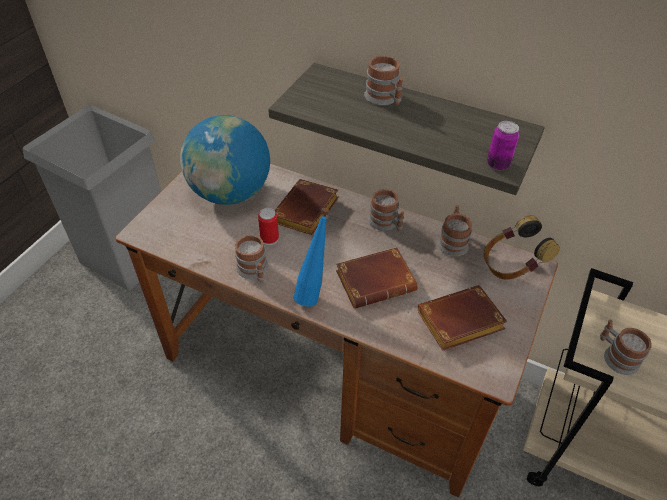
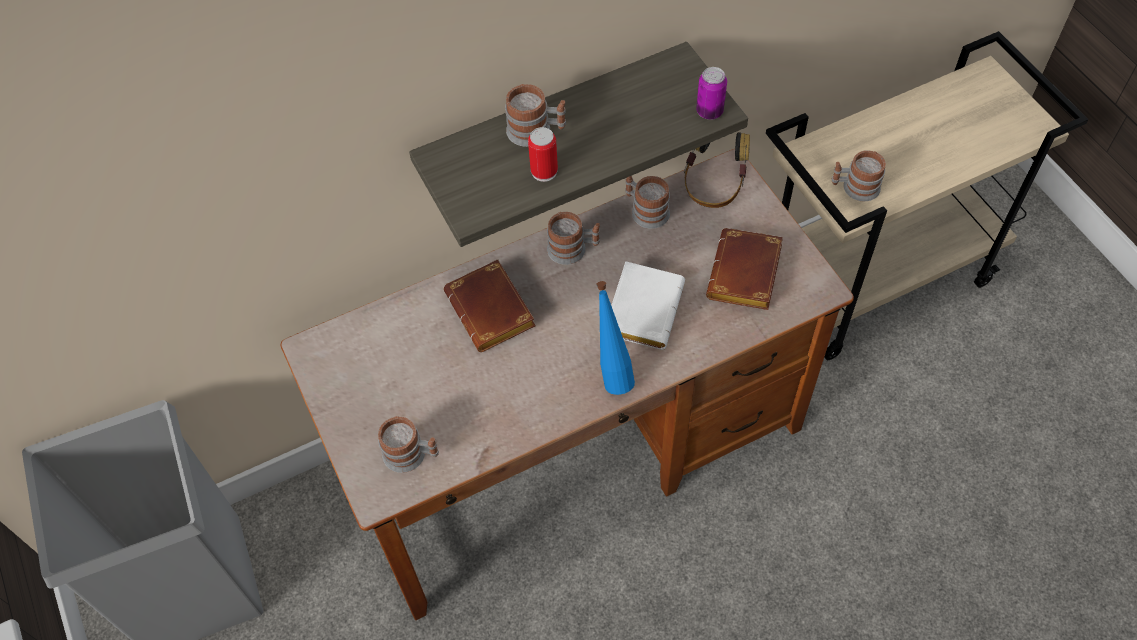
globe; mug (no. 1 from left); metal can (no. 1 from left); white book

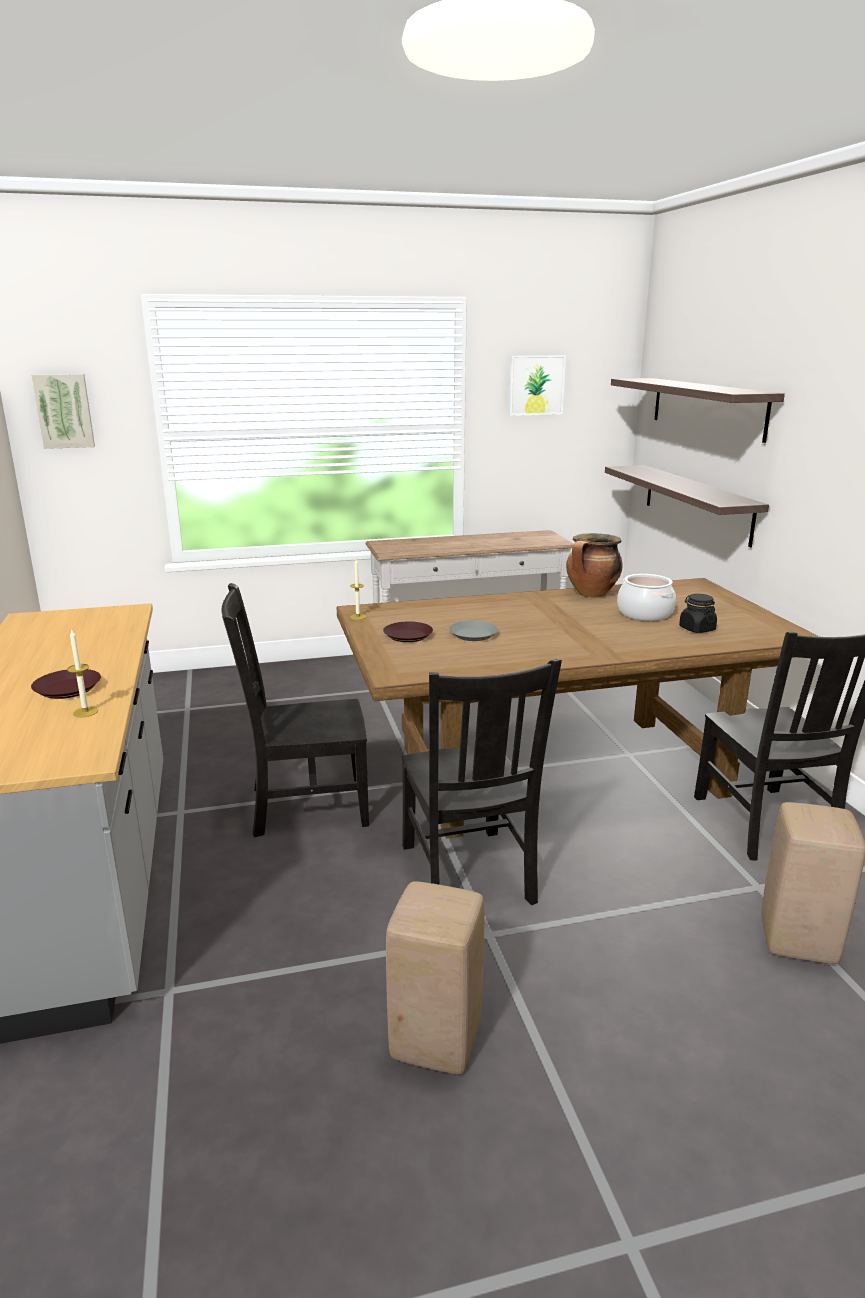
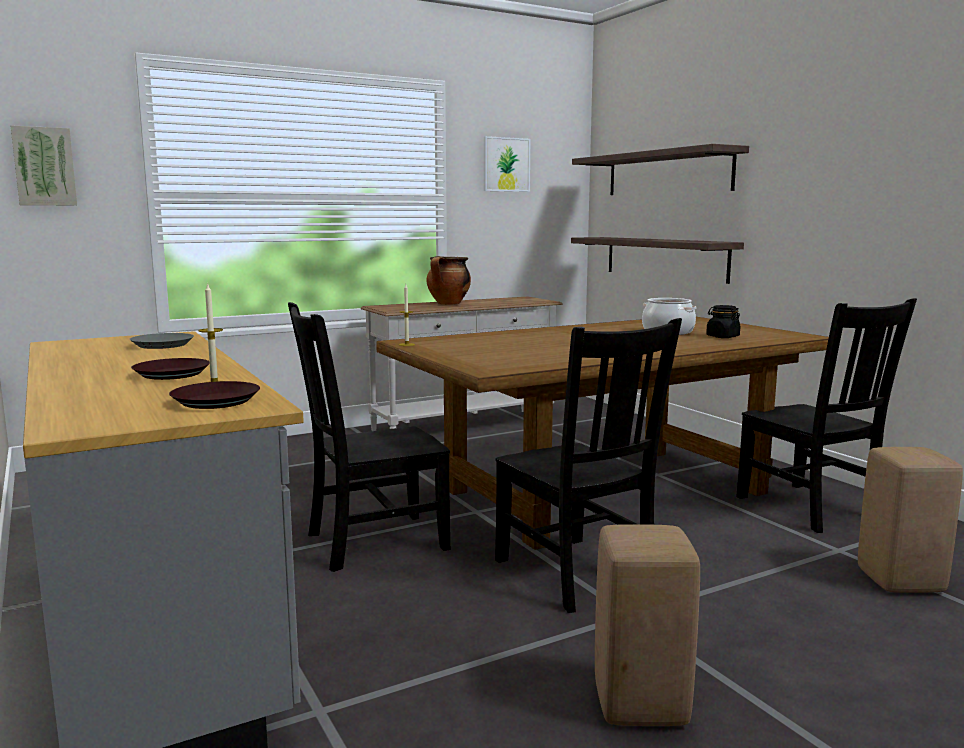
brown-coloured plate (no. 2 from left); gray plate; cooking pot (no. 1 from left)

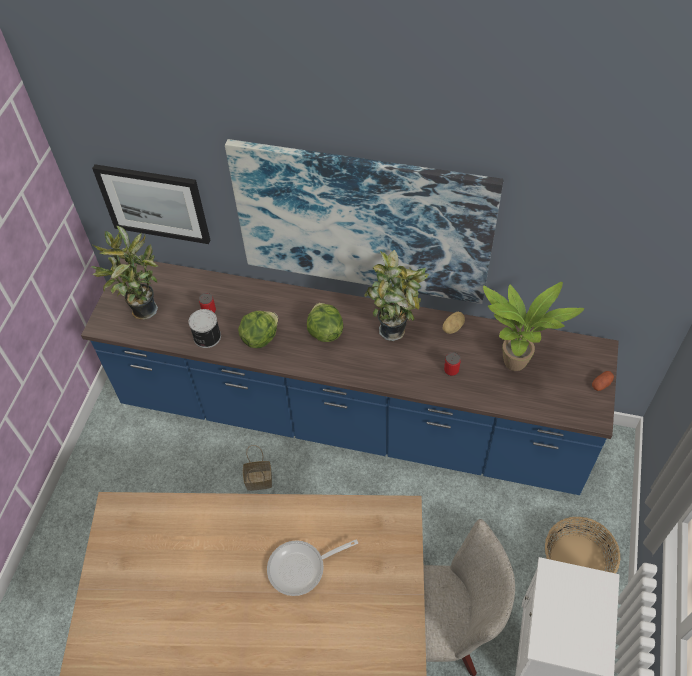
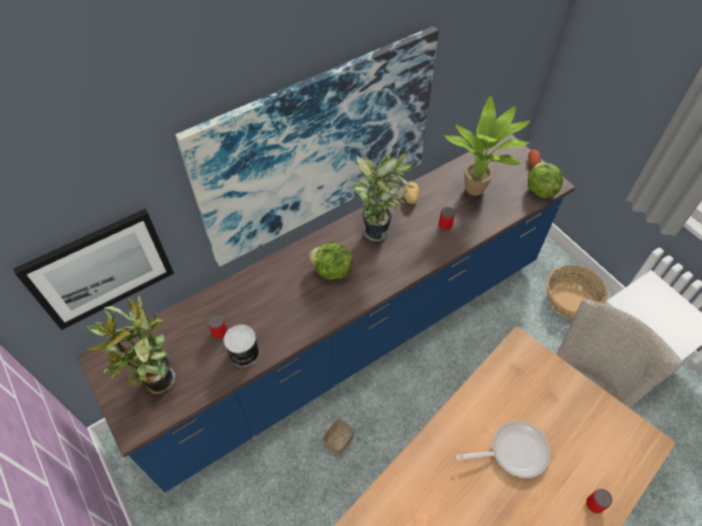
lettuce (no. 2 from left); pan; metal can (no. 4 from left)

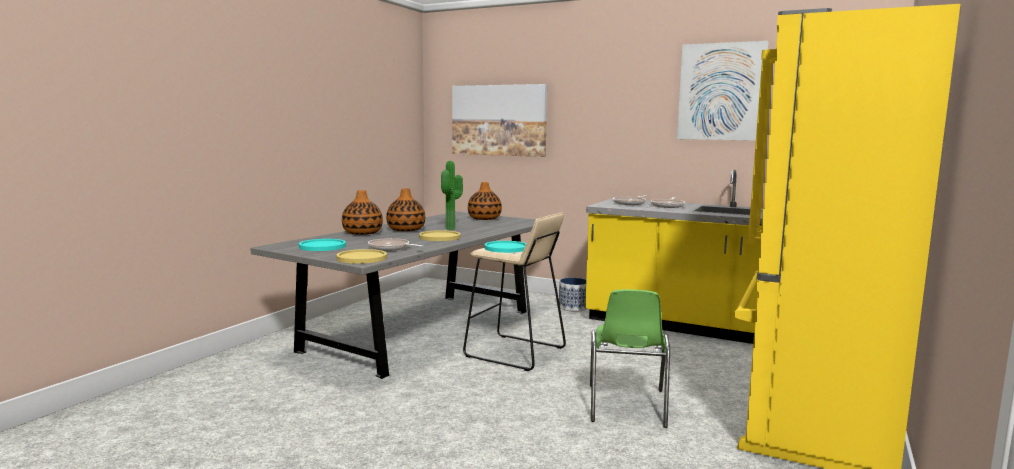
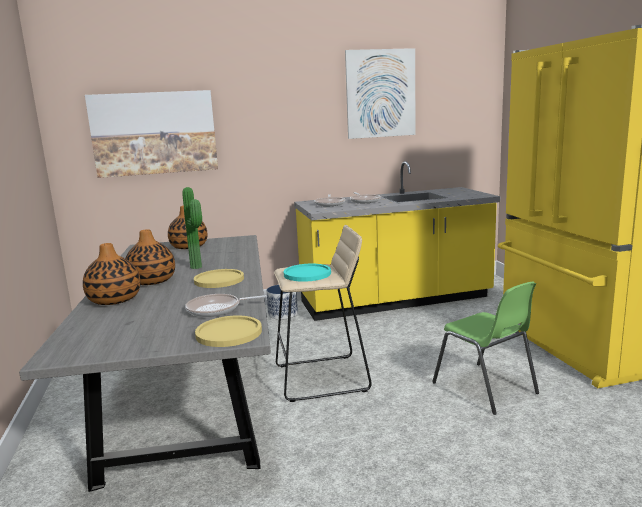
turquoise plate (no. 1 from left in the first image)

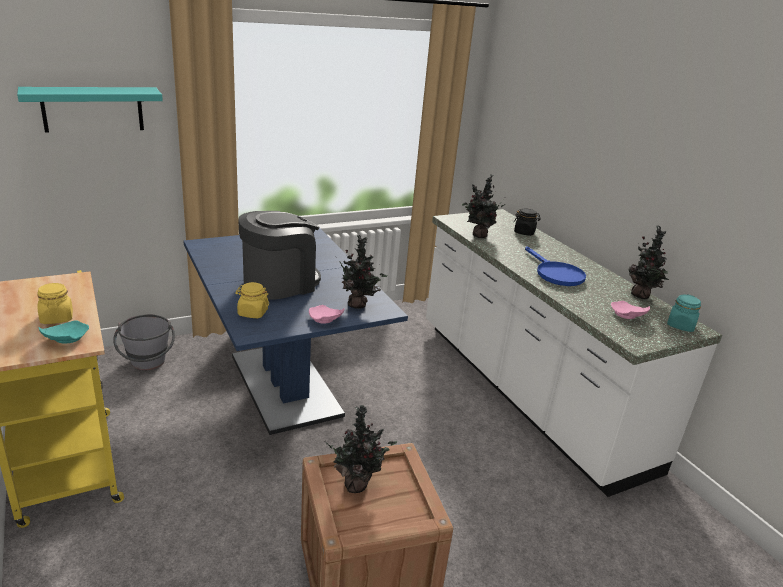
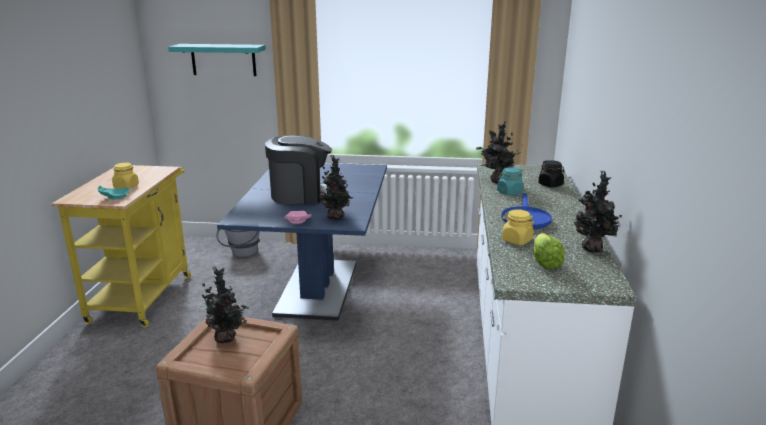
yellow preserve jar (no. 2 from left); lettuce; turquoise preserve jar

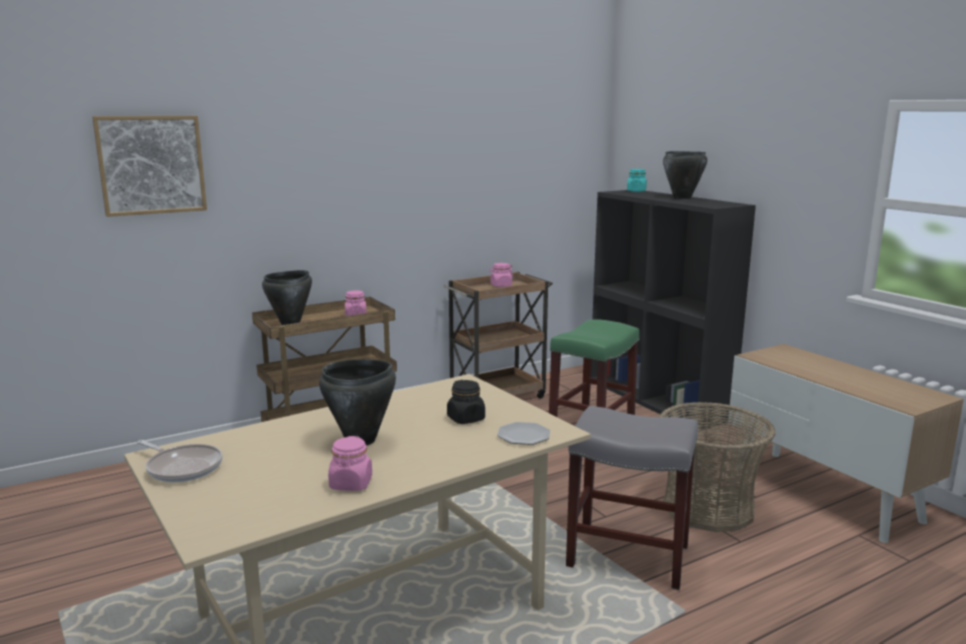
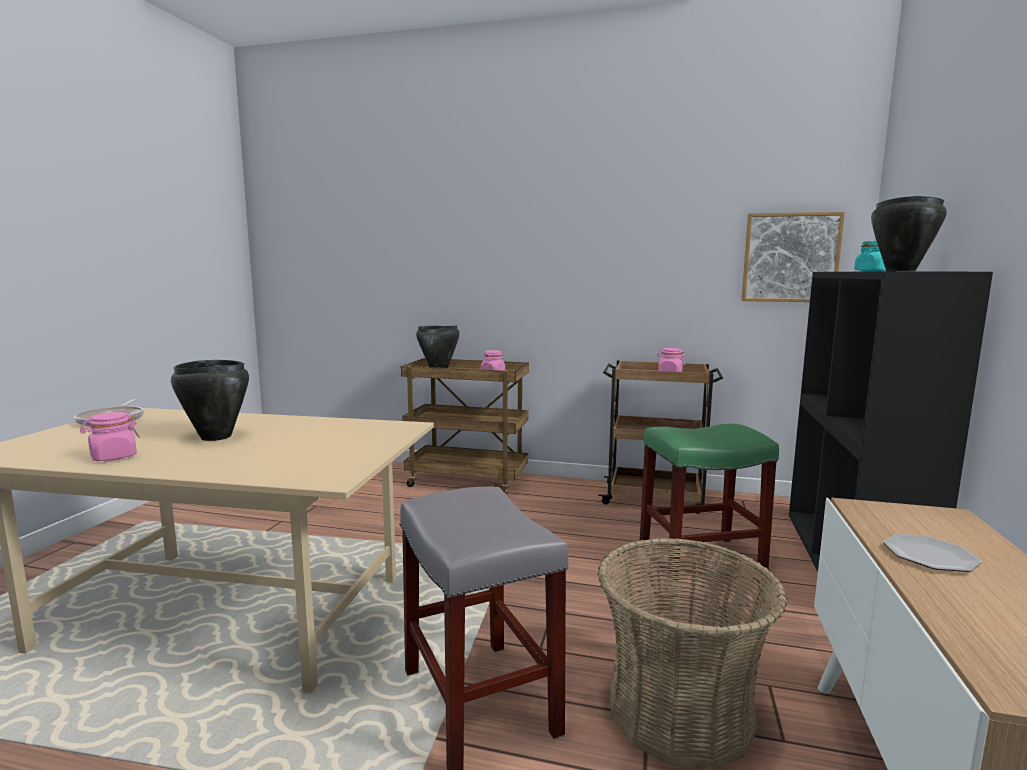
picture; black preserve jar; plate

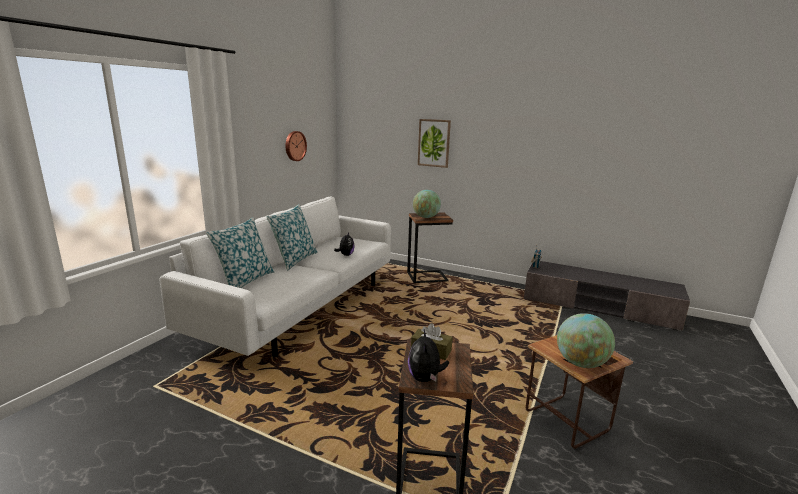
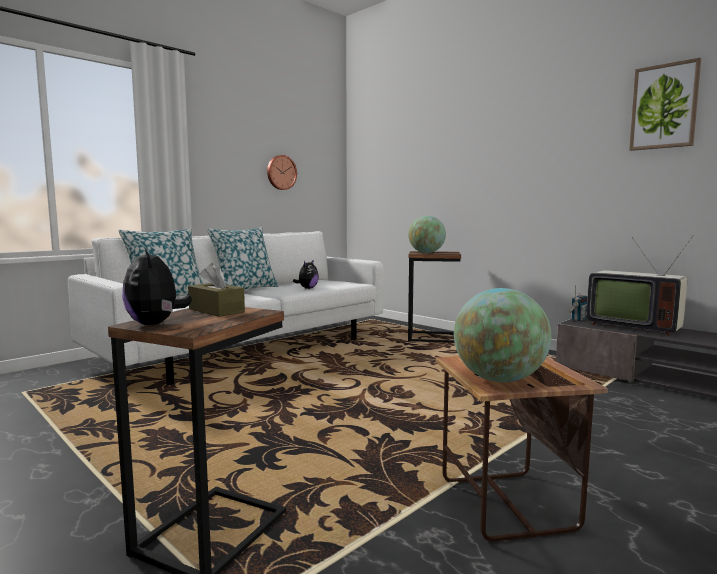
plush toy (no. 1 from left); picture; TV

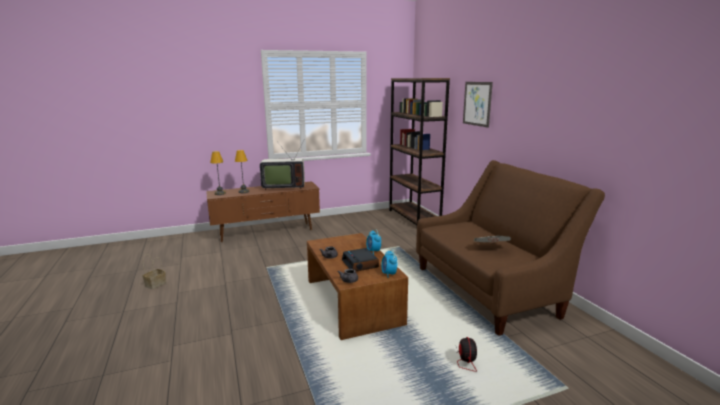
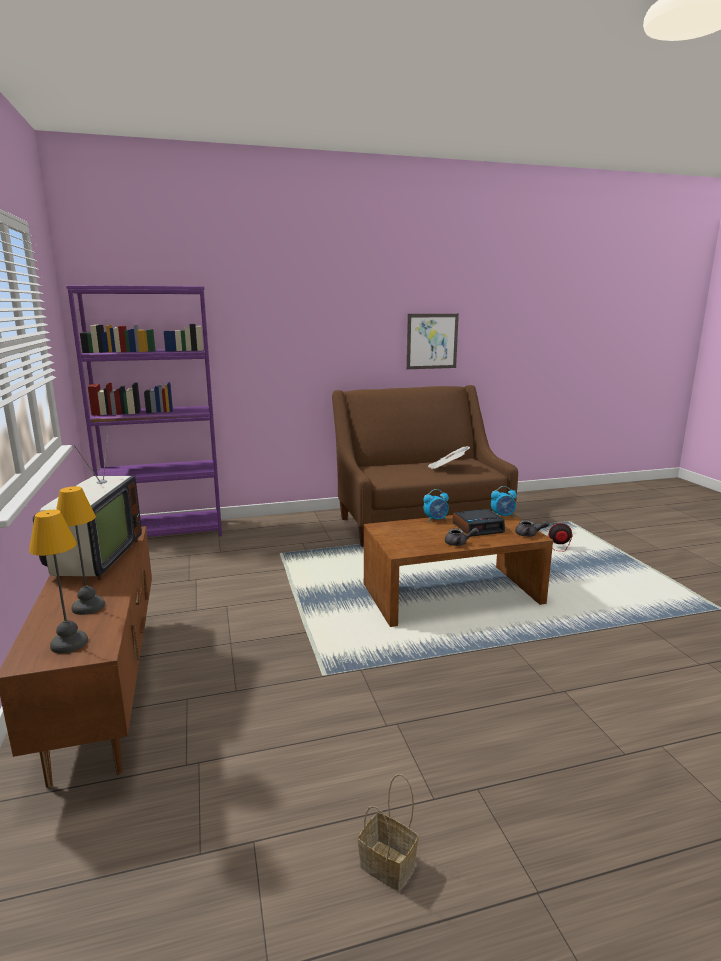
purple bookcase; picture

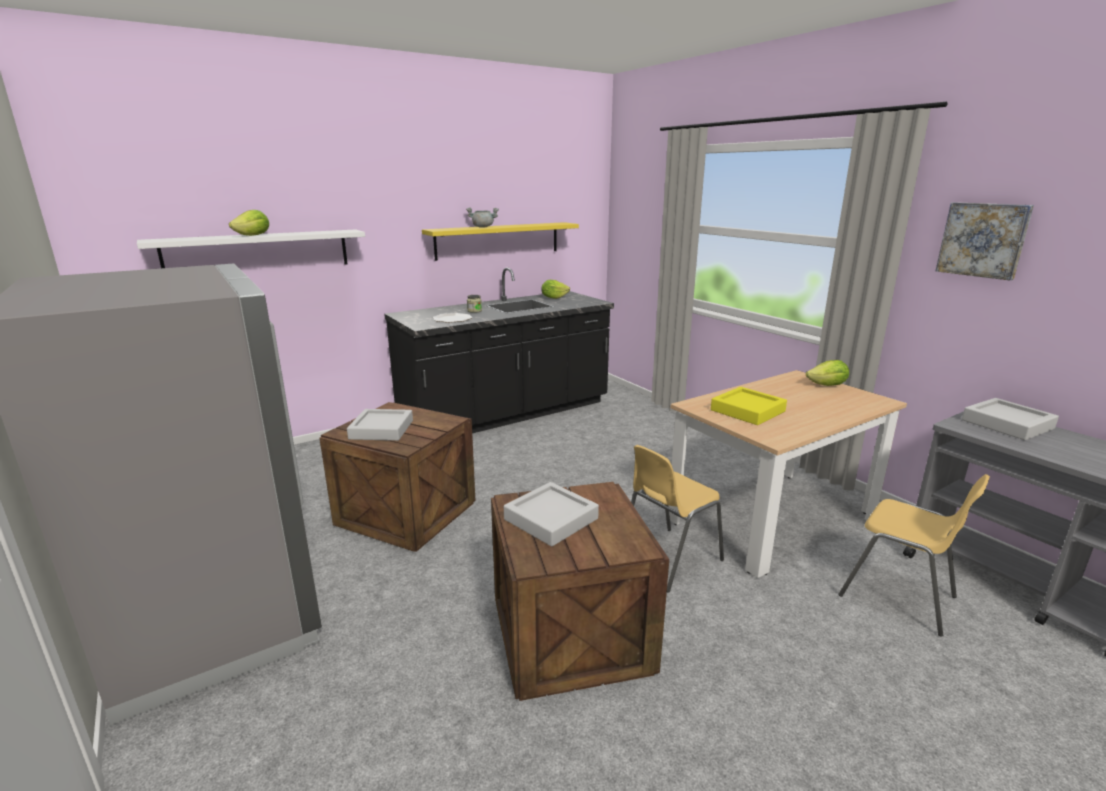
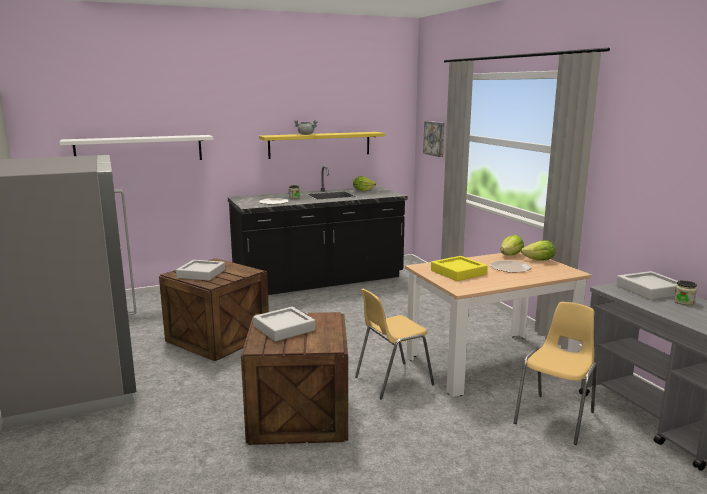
lettuce (no. 2 from left); yellow plain chair (no. 2 from left); picture; plate (no. 2 from left); preserve jar (no. 2 from left)

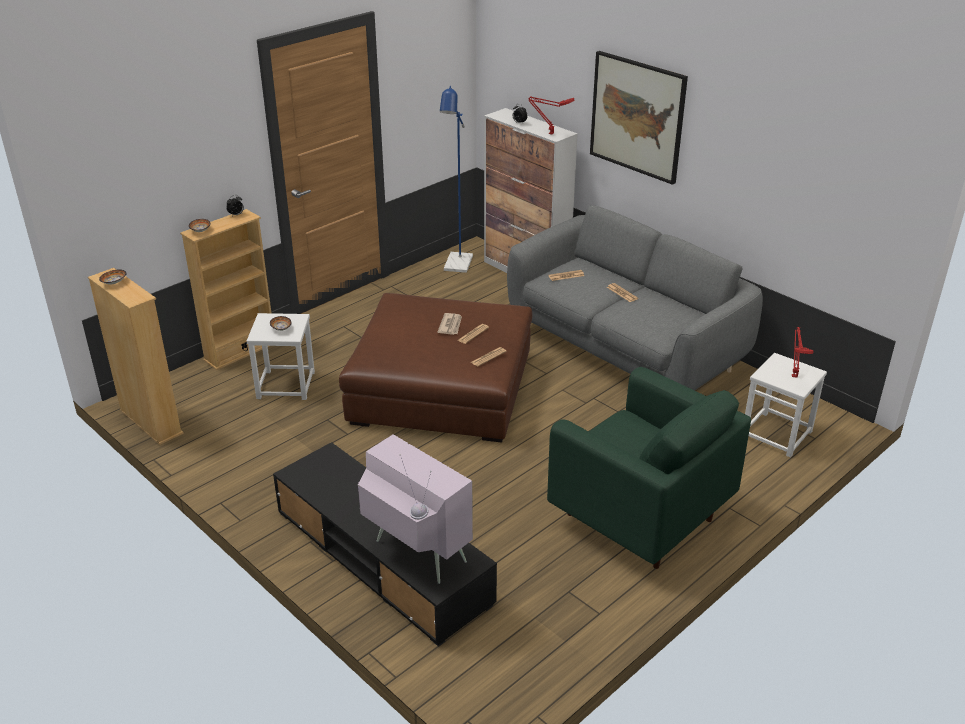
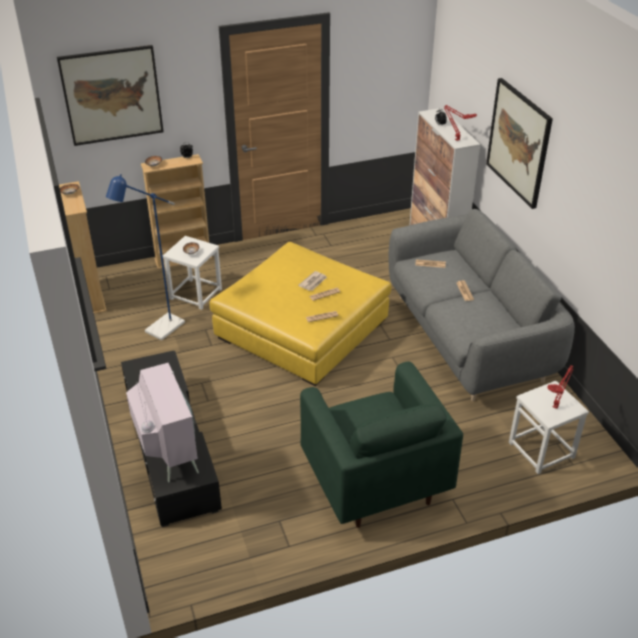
yellow pouffe; blue standard lamp; picture (no. 1 from left)

